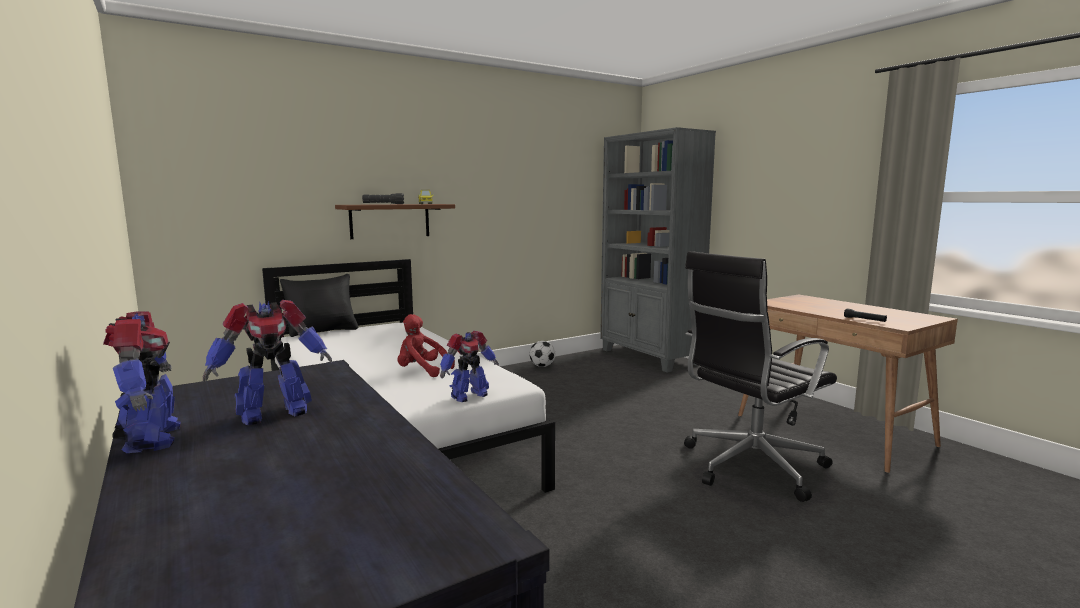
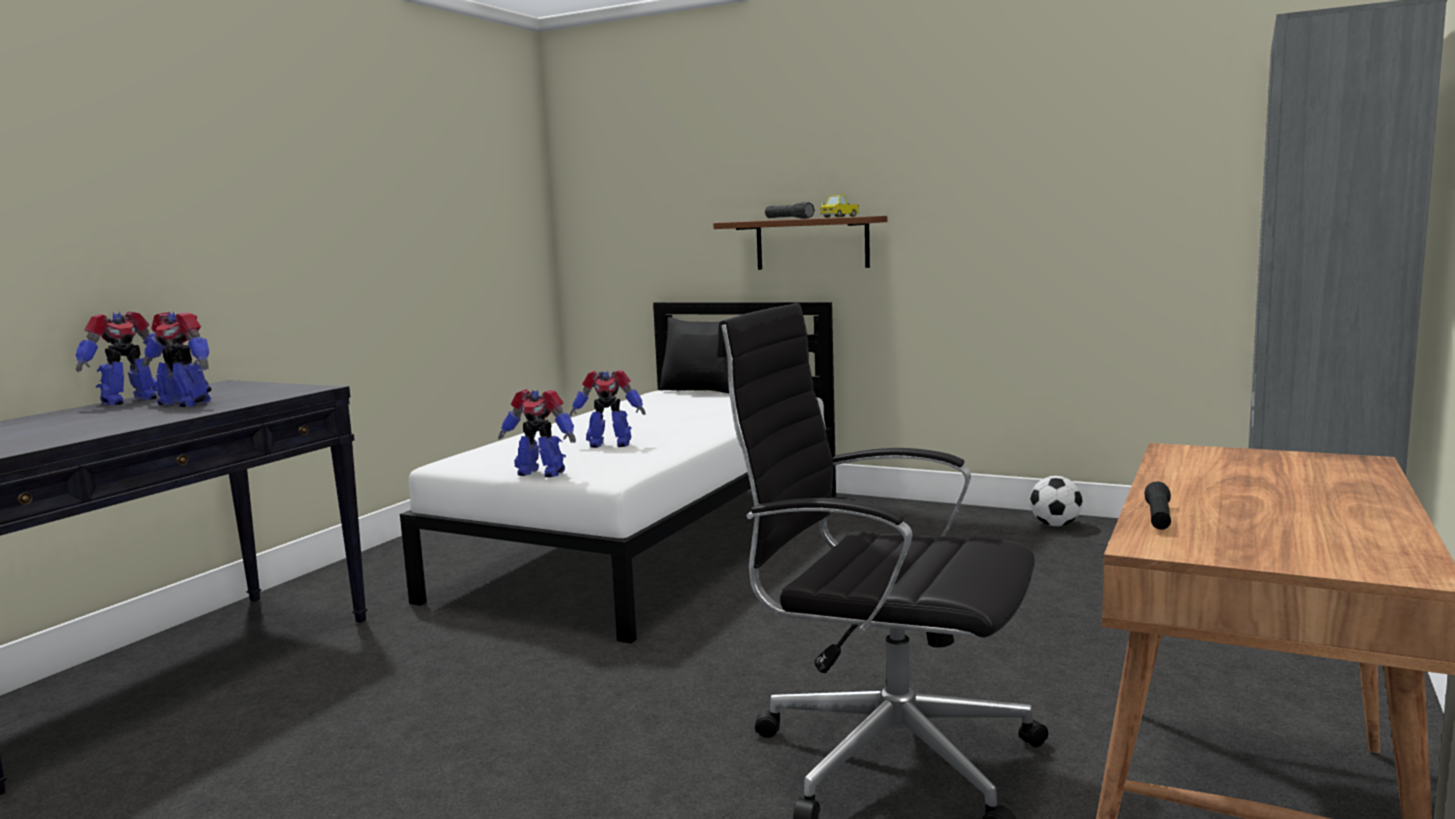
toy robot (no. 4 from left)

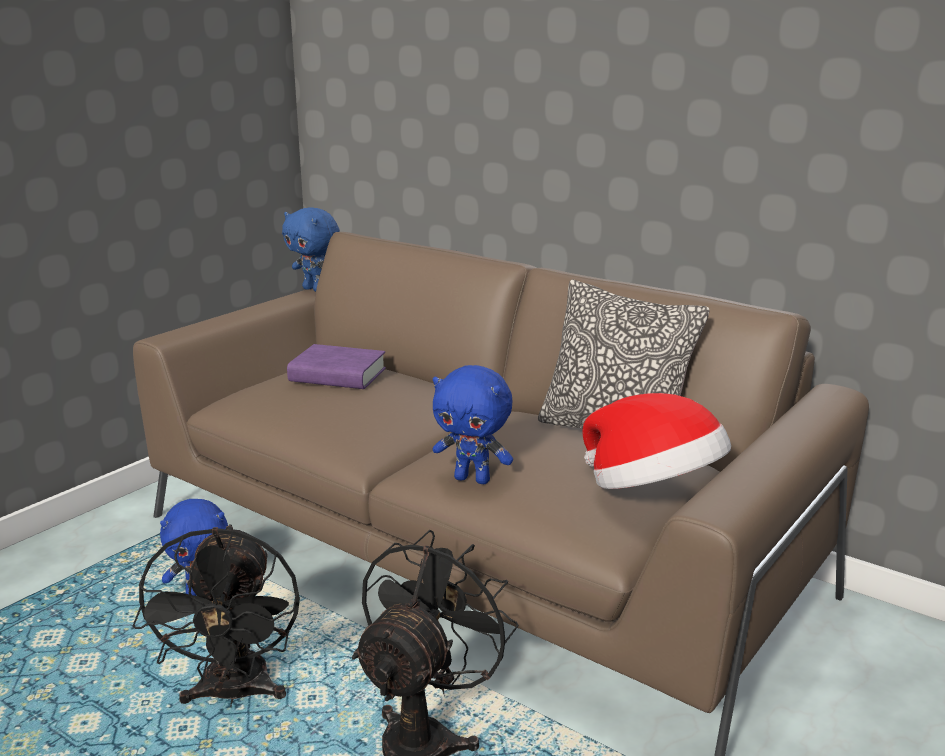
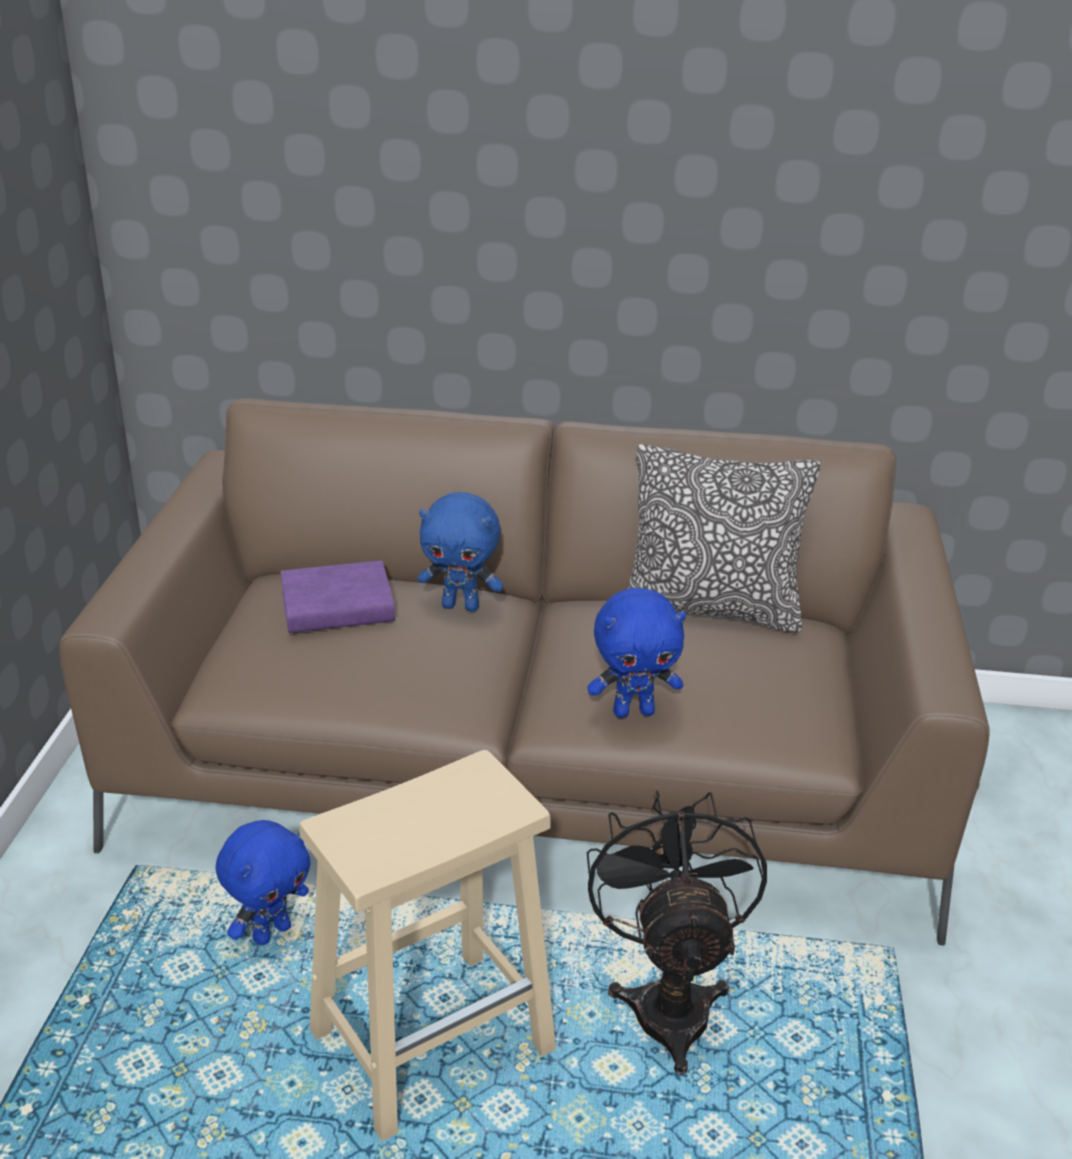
sand-coloured sitting stool; blue plush toy (no. 2 from left); clothing hat

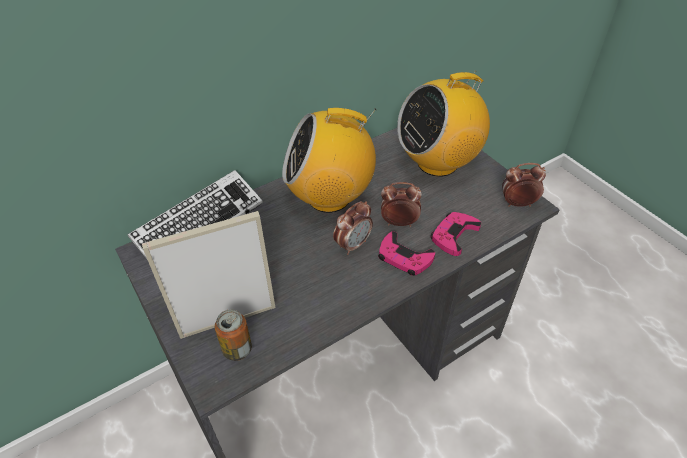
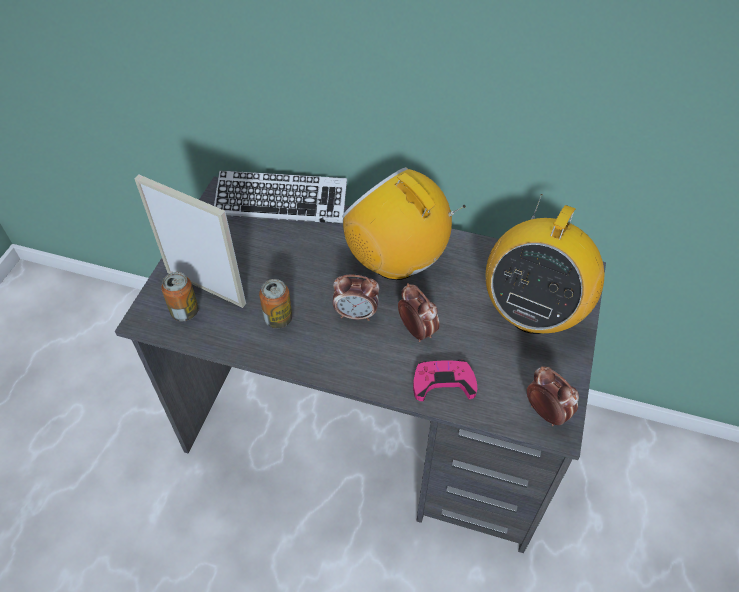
pinkish gamepad (no. 1 from left in the first image); radio receiver (no. 2 from left); metal can (no. 2 from left)

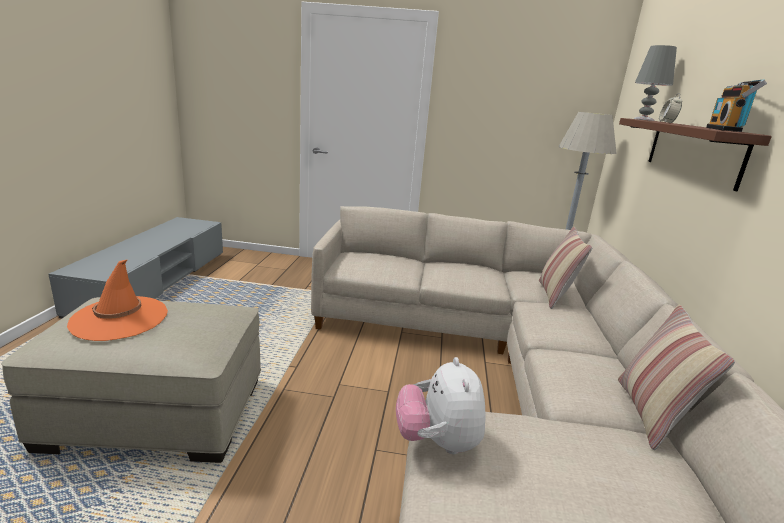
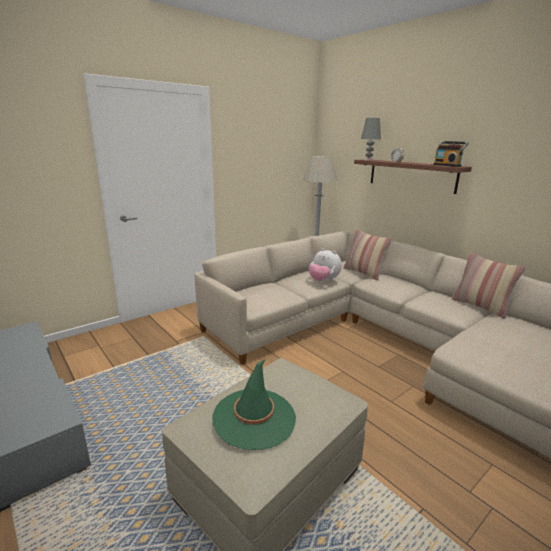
green clothing hat; plush toy

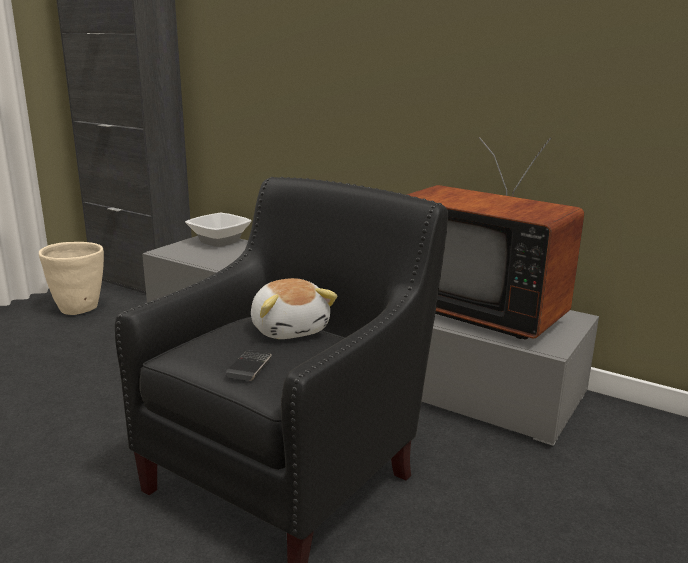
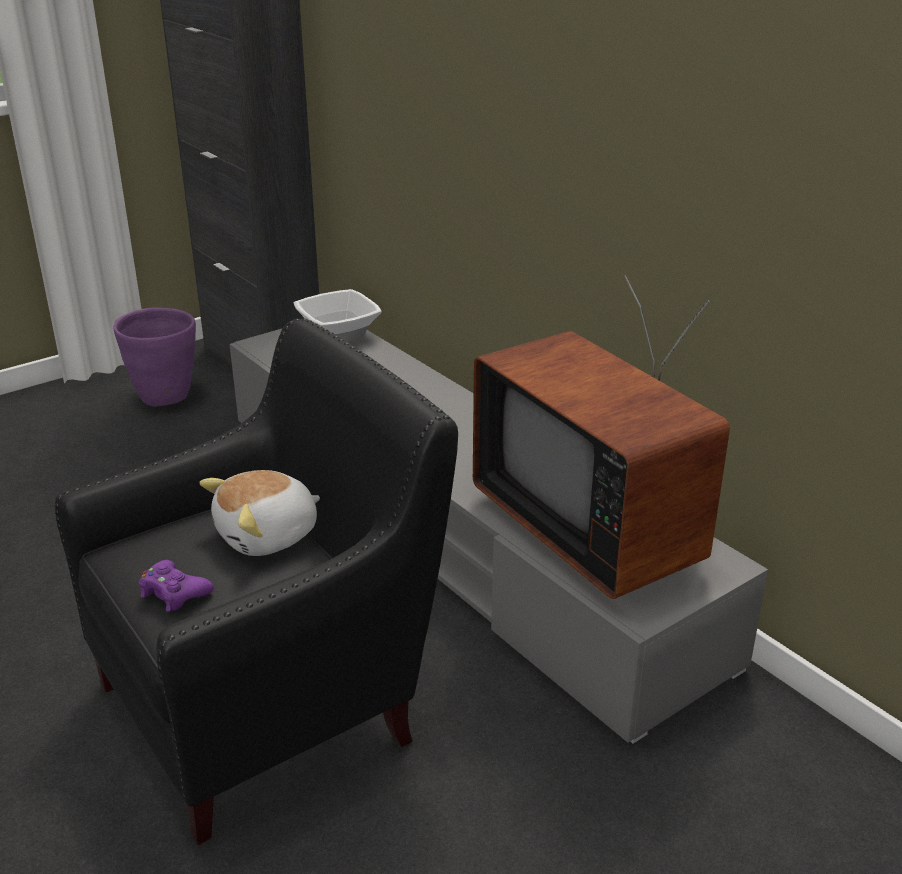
purple planter; purple gamepad; plush toy

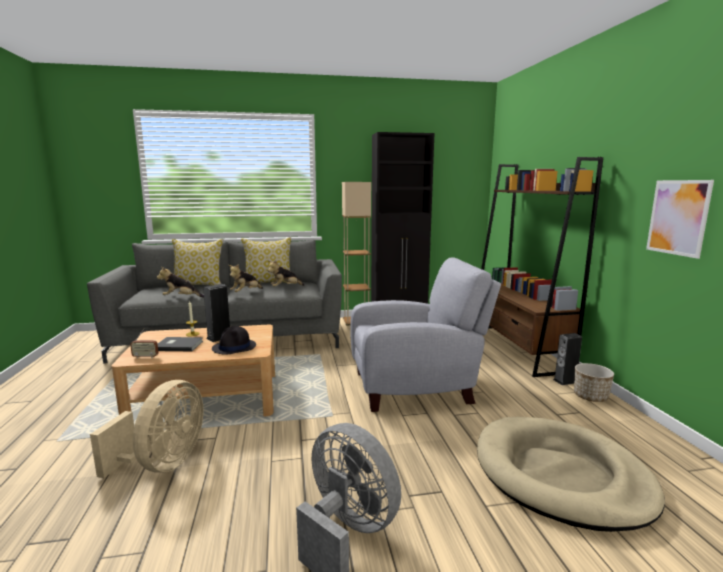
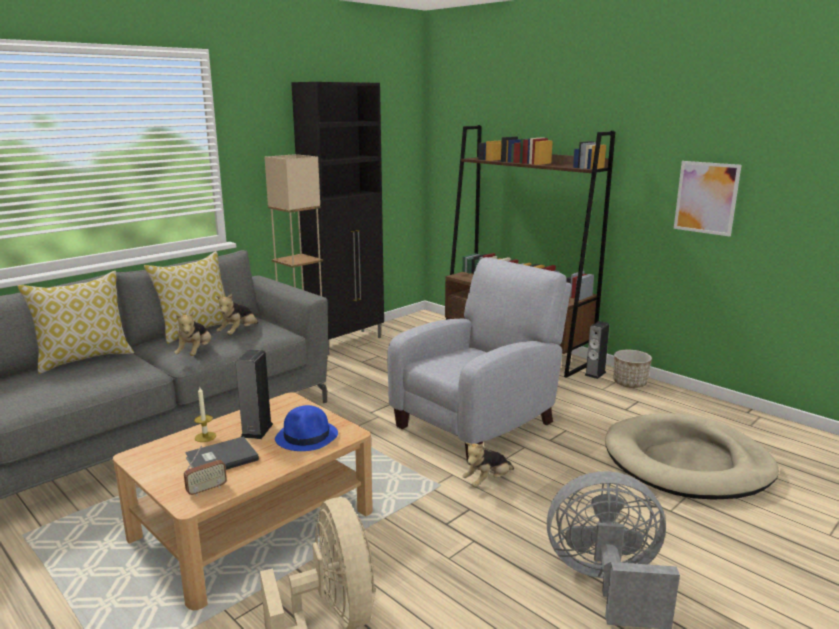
plush toy (no. 3 from left); blue clothing hat

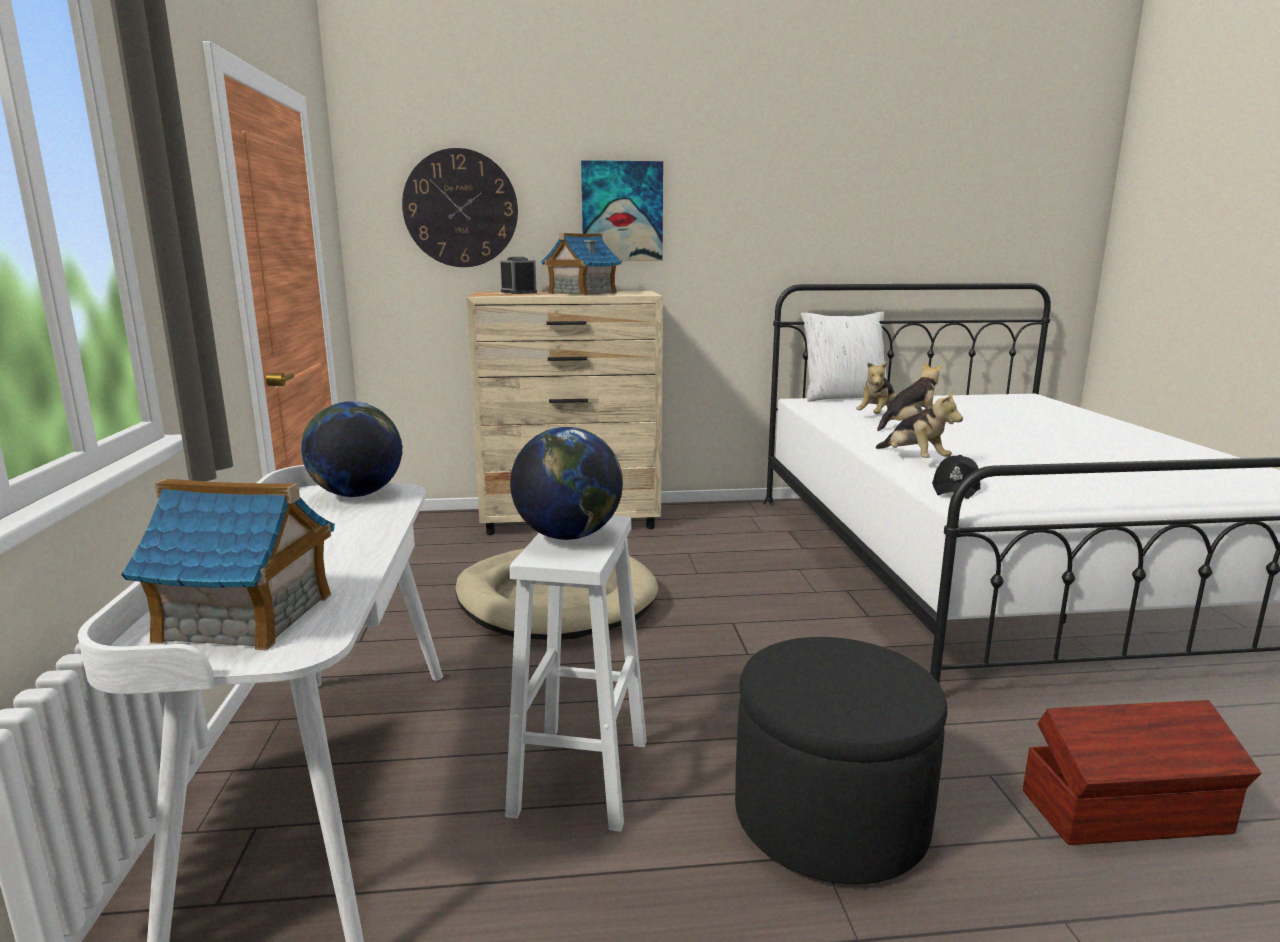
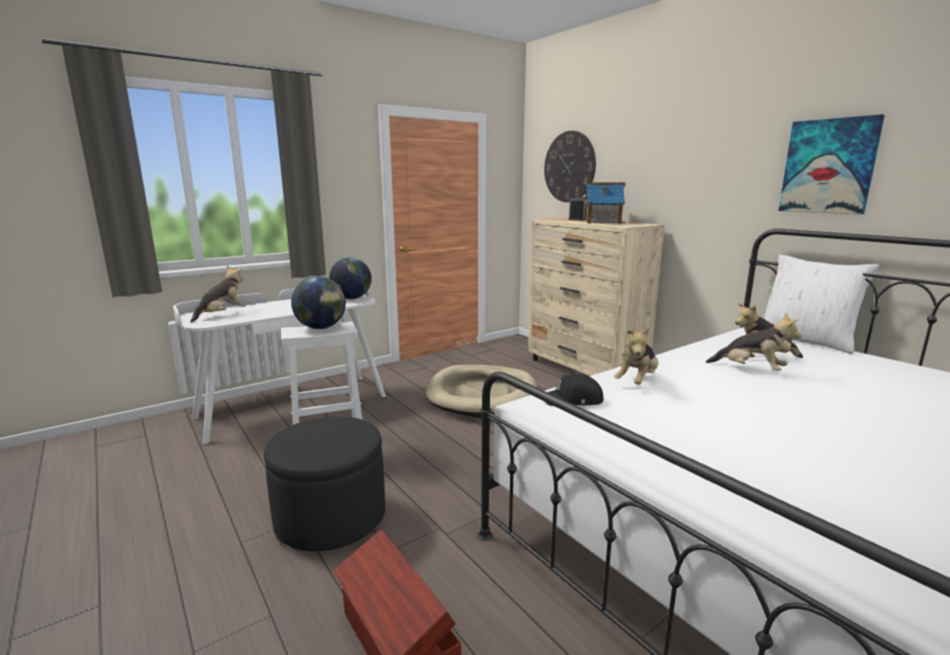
plush toy (no. 1 from left); picture

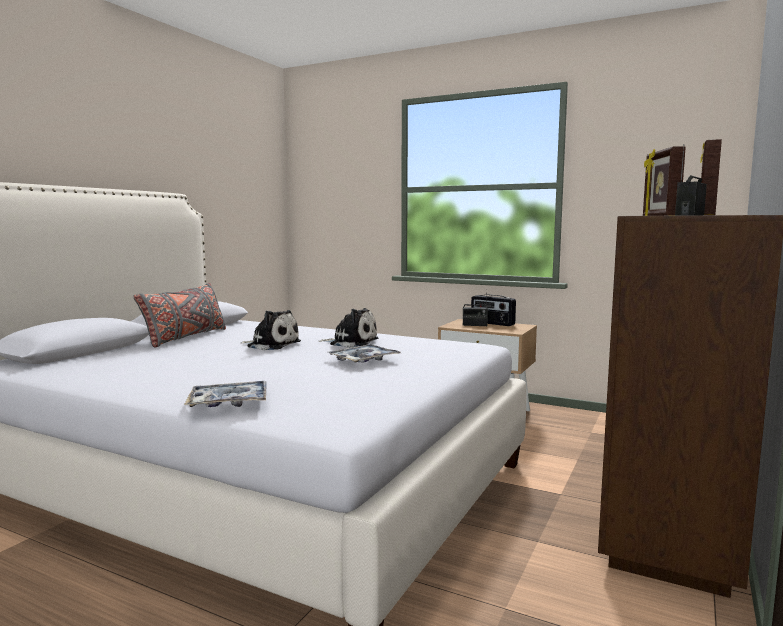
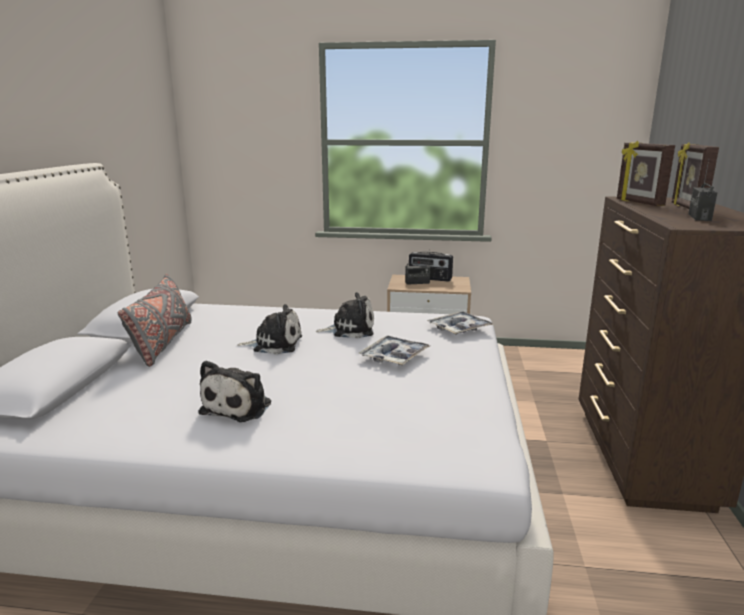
carrying tray (no. 2 from left); plush toy (no. 1 from left)

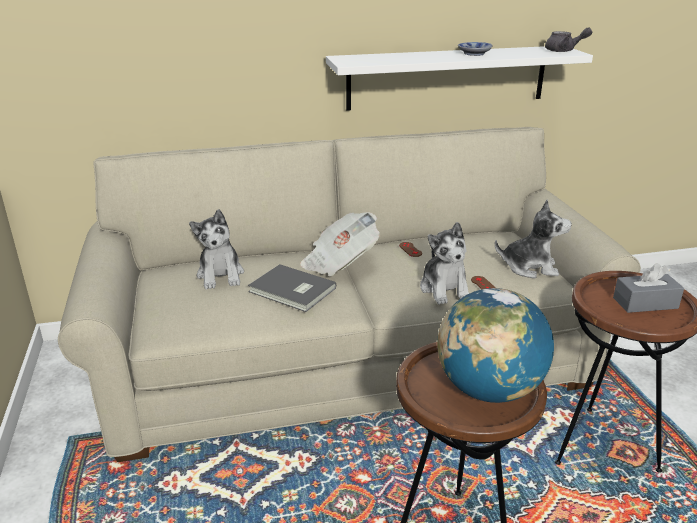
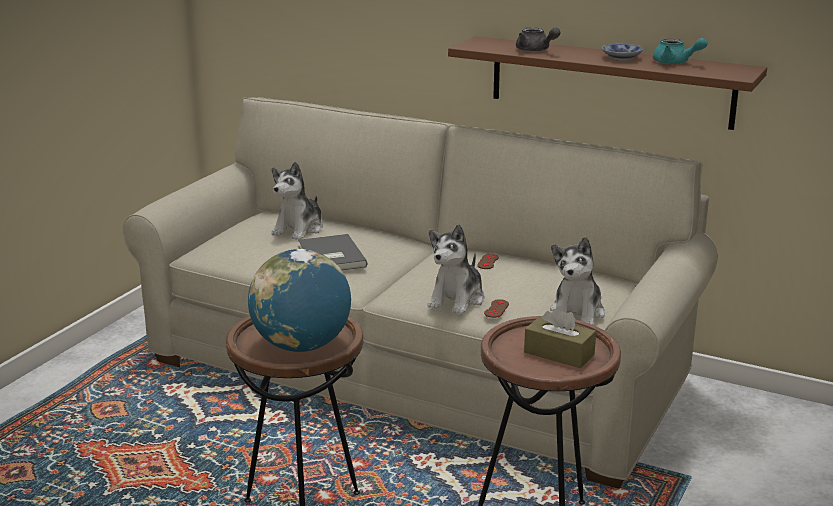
daily paper; brown-coloured shelf; plush toy (no. 3 from left); gray tea pot; brown-coloured tissue holder; turquoise tea pot

